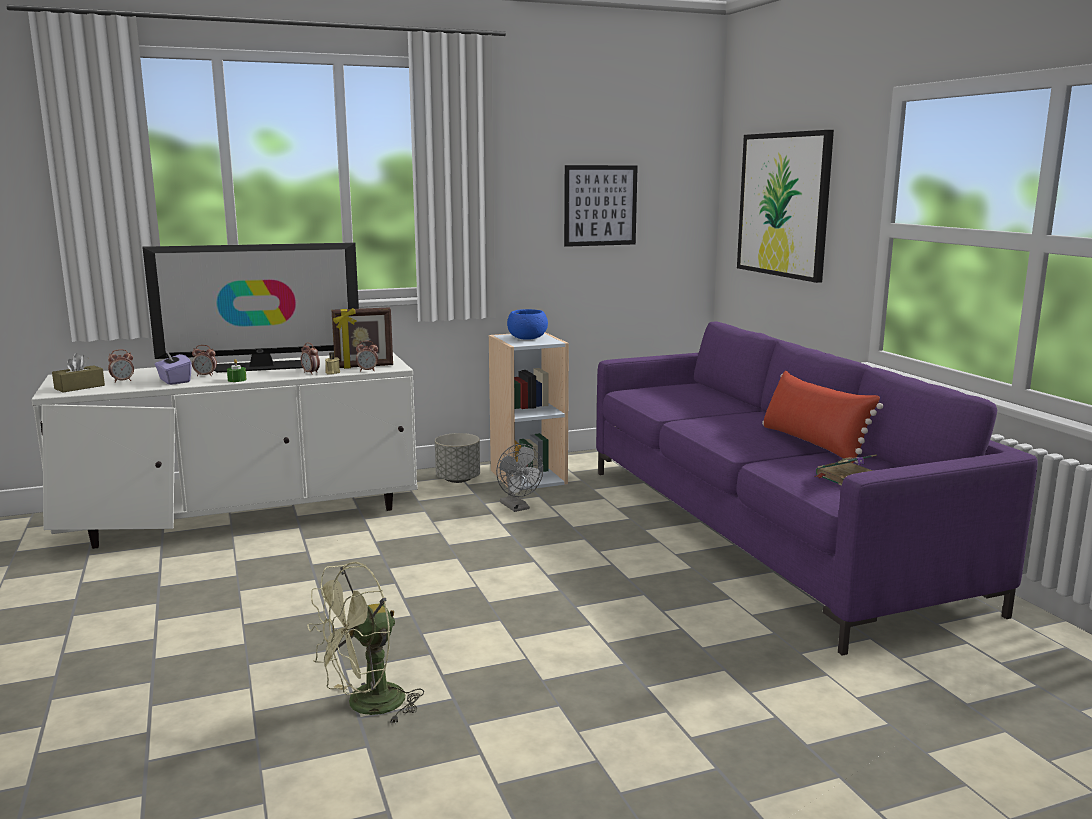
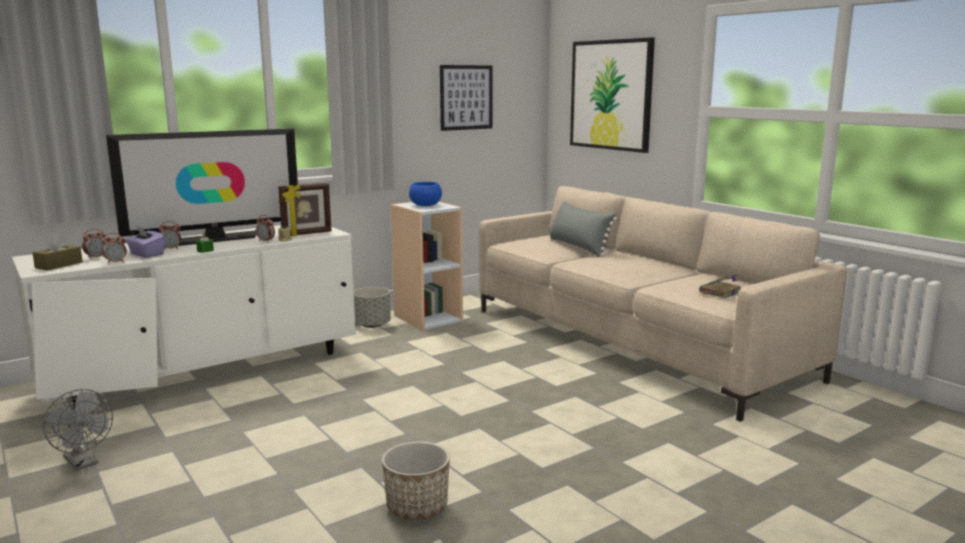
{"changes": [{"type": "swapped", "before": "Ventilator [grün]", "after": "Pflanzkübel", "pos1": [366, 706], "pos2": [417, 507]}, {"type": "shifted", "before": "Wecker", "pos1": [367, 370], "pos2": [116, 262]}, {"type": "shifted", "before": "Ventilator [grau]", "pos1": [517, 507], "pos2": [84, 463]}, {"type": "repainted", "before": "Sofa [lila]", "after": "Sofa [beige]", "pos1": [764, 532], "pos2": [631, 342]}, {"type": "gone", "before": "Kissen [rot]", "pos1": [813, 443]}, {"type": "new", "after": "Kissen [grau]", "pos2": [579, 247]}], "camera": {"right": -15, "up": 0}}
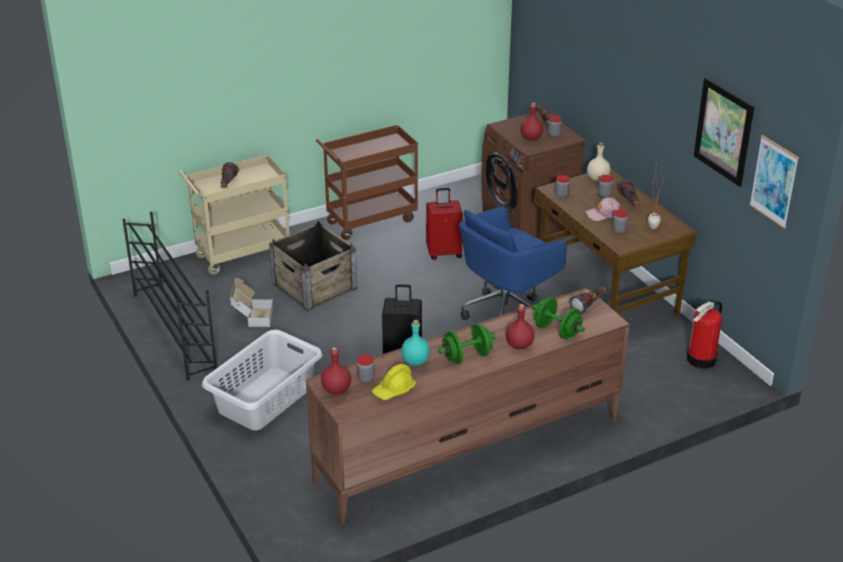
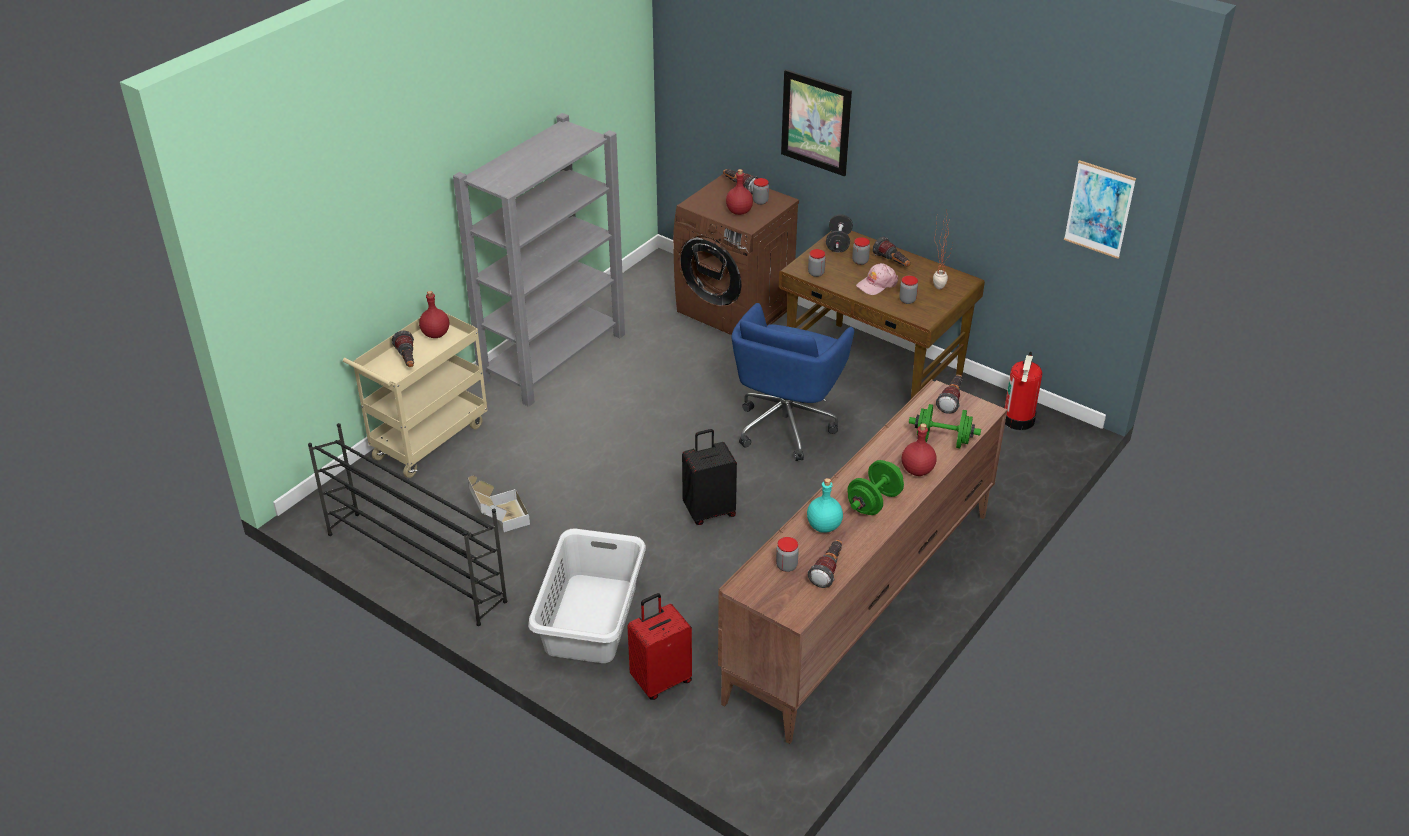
{"changes": [{"type": "gone", "before": "Kiste", "pos1": [314, 286]}, {"type": "swapped", "before": "Rollwagen [braun]", "after": "Bücherregal [grau]", "pos1": [369, 223], "pos2": [553, 357]}, {"type": "shifted", "before": "Flasche [rot]", "pos1": [336, 390], "pos2": [435, 334]}, {"type": "swapped", "before": "Schutzhelm [gelb]", "after": "Taschenlampe", "pos1": [394, 390], "pos2": [828, 570]}, {"type": "shifted", "before": "Koffer [rot]", "pos1": [444, 253], "pos2": [661, 680]}, {"type": "swapped", "before": "Flasche [beige]", "after": "Hantel [schwarz]", "pos1": [598, 179], "pos2": [838, 243]}, {"type": "shifted", "before": "Bild", "pos1": [723, 131], "pos2": [816, 122]}], "camera": {"right": -25, "up": 5}}
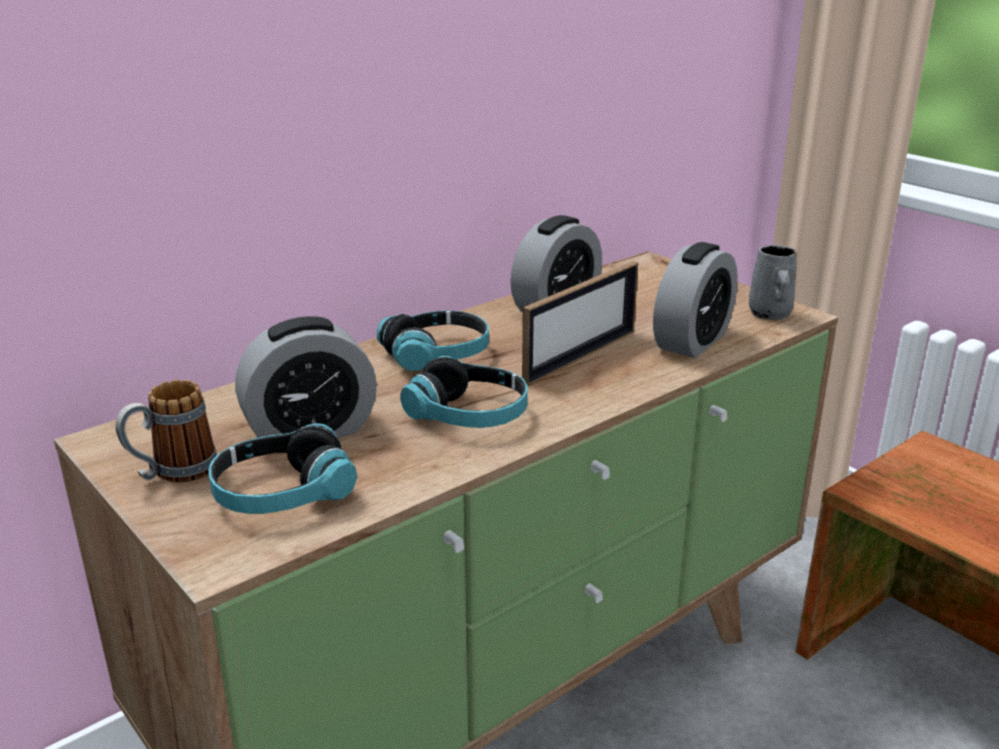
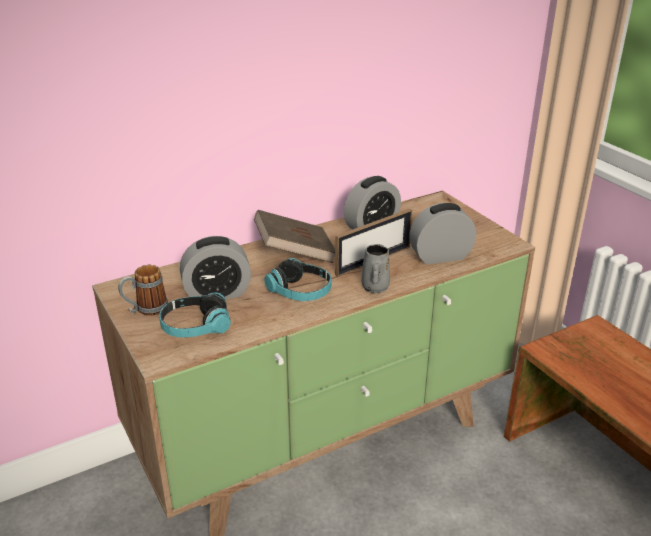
{"changes": [{"type": "swapped", "before": "Kopfhörer", "after": "Buch [braun]", "pos1": [437, 355], "pos2": [295, 253]}, {"type": "rotated", "before": "Wecker", "pos1": [692, 341], "pos2": [440, 256], "turn": -150}, {"type": "shifted", "before": "Henkelbecher [grau]", "pos1": [770, 314], "pos2": [375, 288]}], "camera": {"right": 10, "up": 5}}
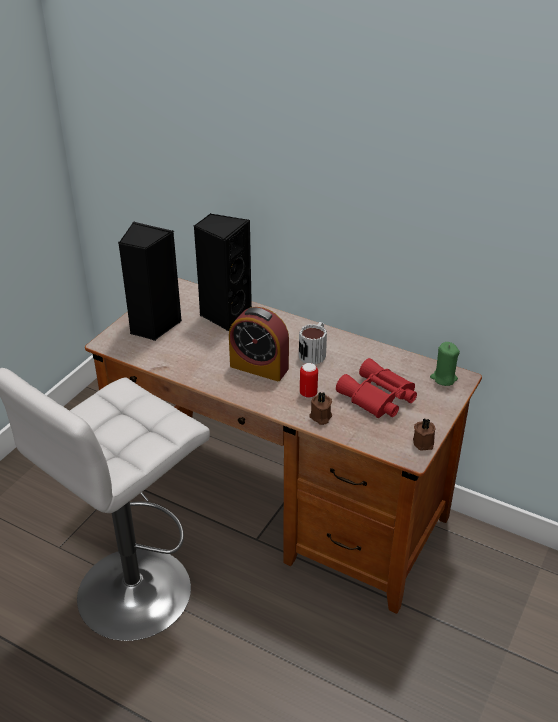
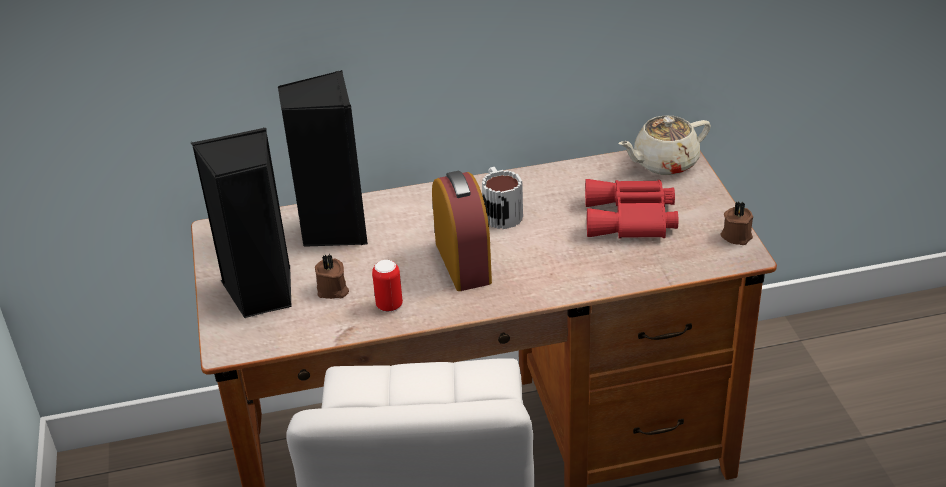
{"changes": [{"type": "rotated", "before": "Wecker", "pos1": [259, 367], "pos2": [463, 262], "turn": -90}, {"type": "shifted", "before": "Dose", "pos1": [308, 394], "pos2": [389, 305]}, {"type": "shifted", "before": "Kerze [braun]", "pos1": [320, 417], "pos2": [333, 290]}, {"type": "swapped", "before": "Kerze [grün]", "after": "Teekanne [beige]", "pos1": [443, 378], "pos2": [664, 163]}], "camera": {"right": -40, "up": 0}}
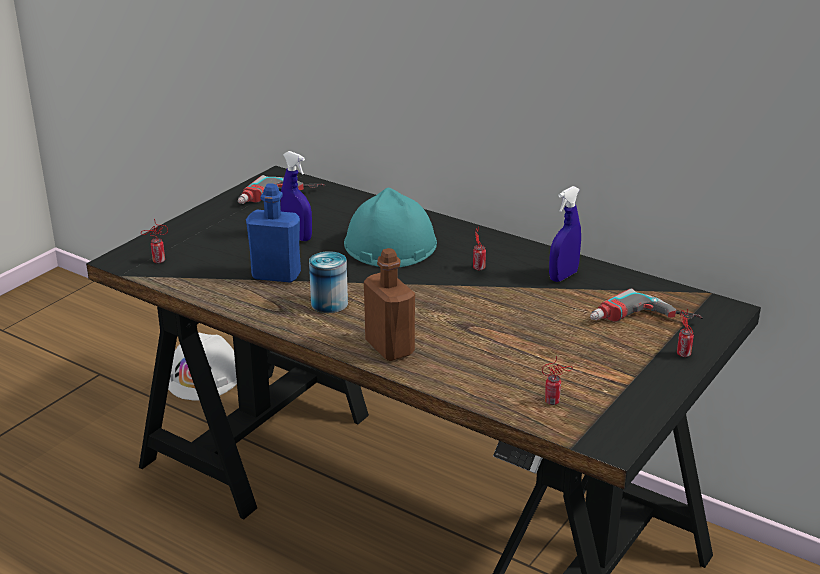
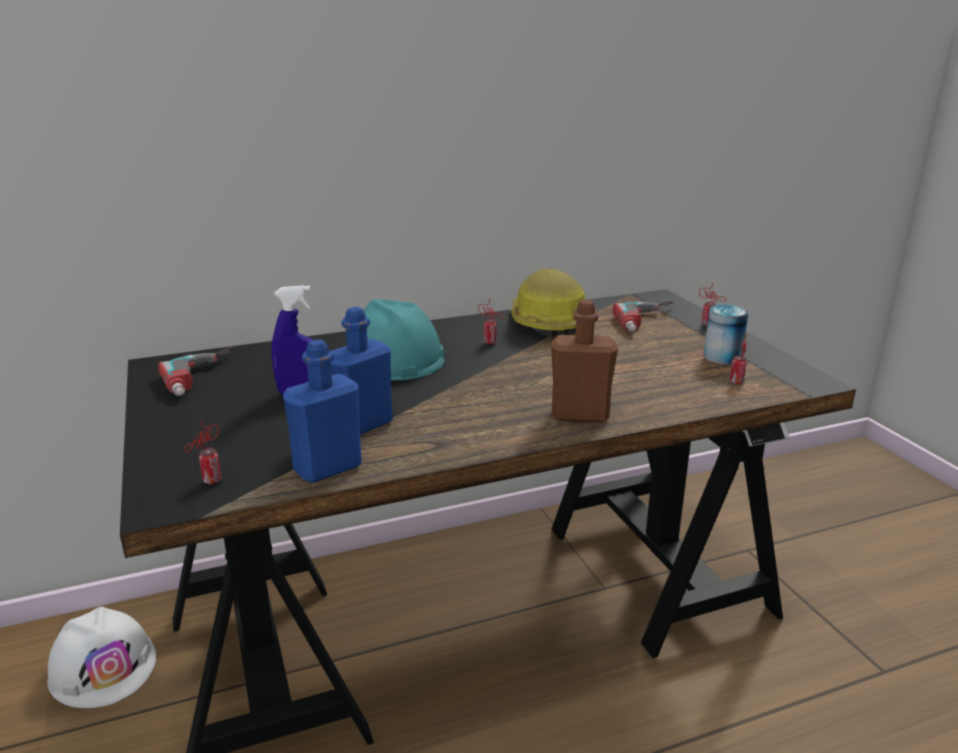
{"changes": [{"type": "shifted", "before": "Dose", "pos1": [329, 303], "pos2": [722, 357]}, {"type": "swapped", "before": "Sprühflasche [blau]", "after": "Schutzhelm", "pos1": [563, 276], "pos2": [547, 322]}, {"type": "new", "after": "Flasche [blau]", "pos2": [328, 468]}], "camera": {"right": -55, "up": -5}}
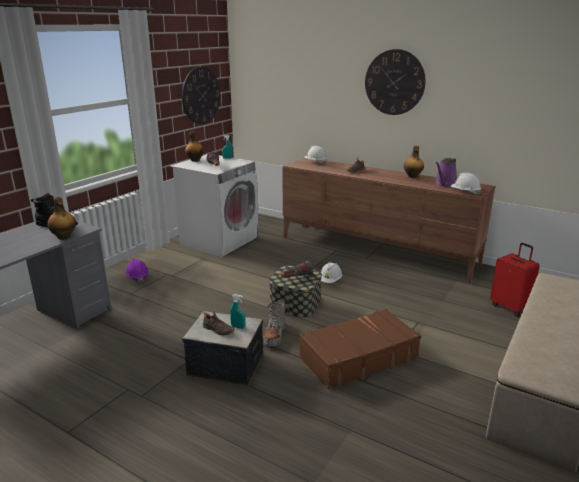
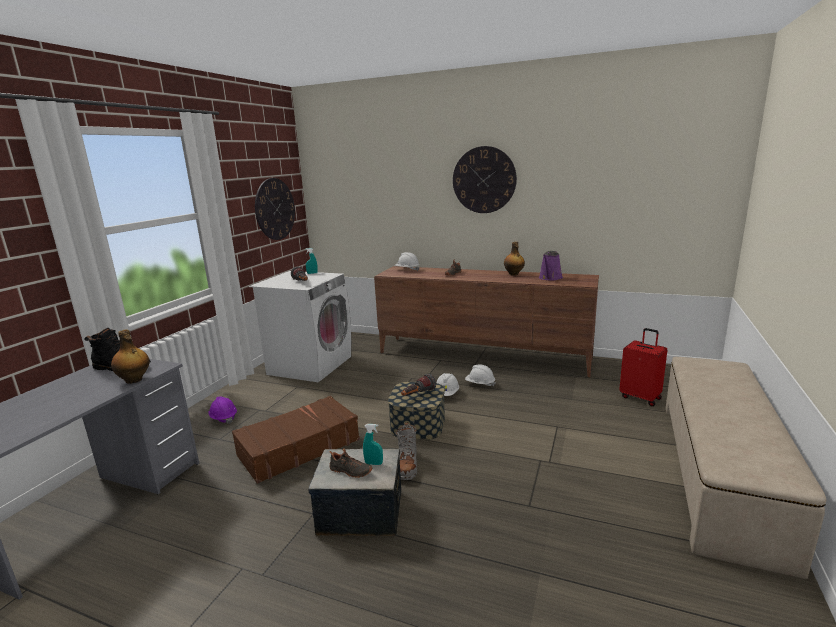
{"changes": [{"type": "gone", "before": "Flasche", "pos1": [195, 160]}, {"type": "shifted", "before": "Koffer [braun]", "pos1": [357, 357], "pos2": [298, 447]}, {"type": "shifted", "before": "Schutzhelm [weiß]", "pos1": [464, 192], "pos2": [480, 384]}], "camera": {"right": -10, "up": -5}}
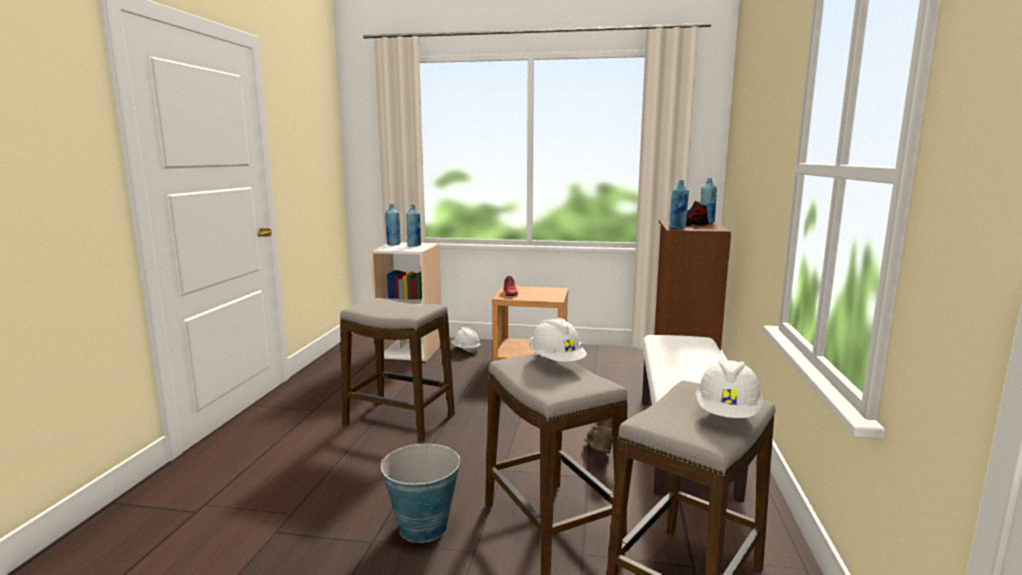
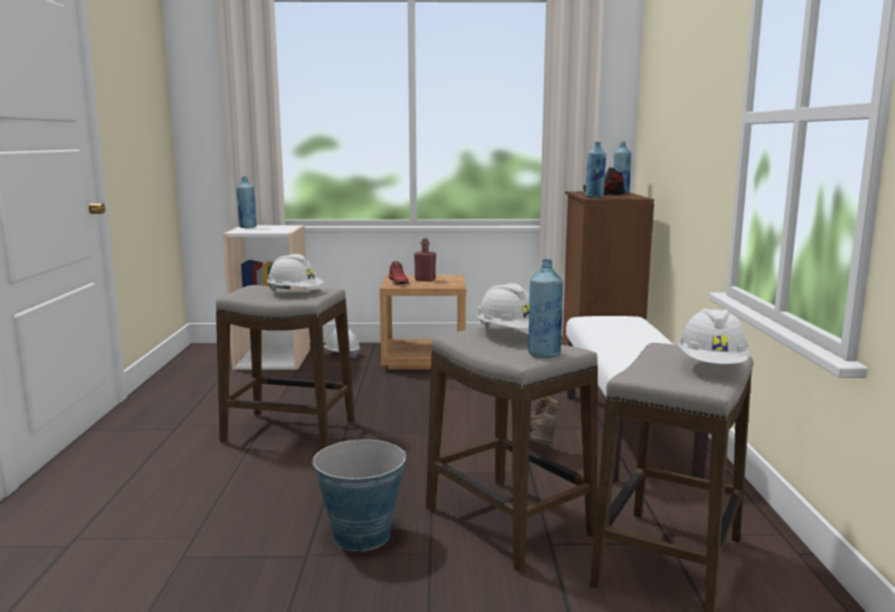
{"changes": [{"type": "shifted", "before": "Flasche [blau]", "pos1": [414, 246], "pos2": [544, 354]}, {"type": "new", "after": "Schutzhelm [weiß]", "pos2": [295, 293]}, {"type": "new", "after": "Flasche [rot]", "pos2": [425, 280]}], "camera": {"right": -10, "up": 0}}
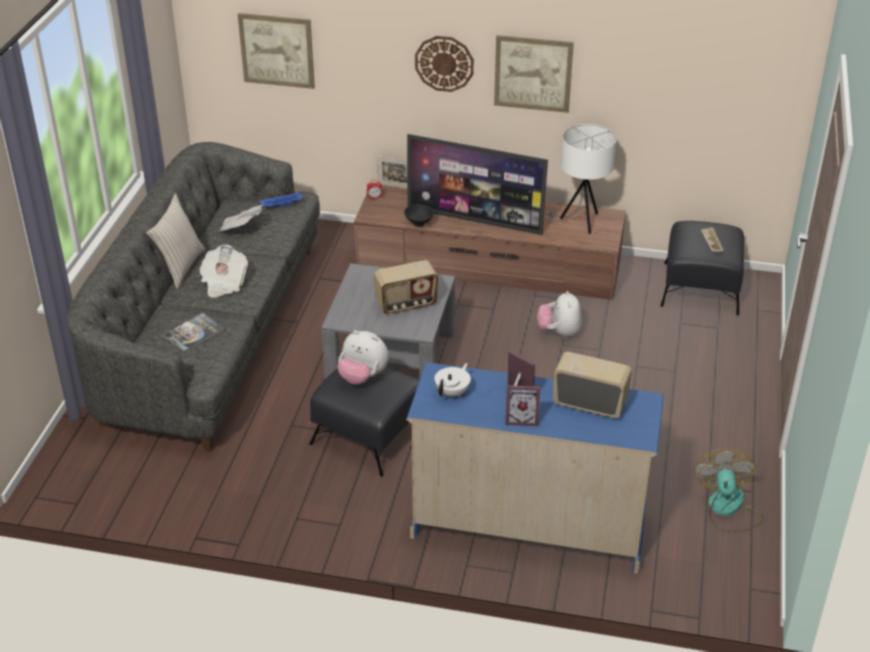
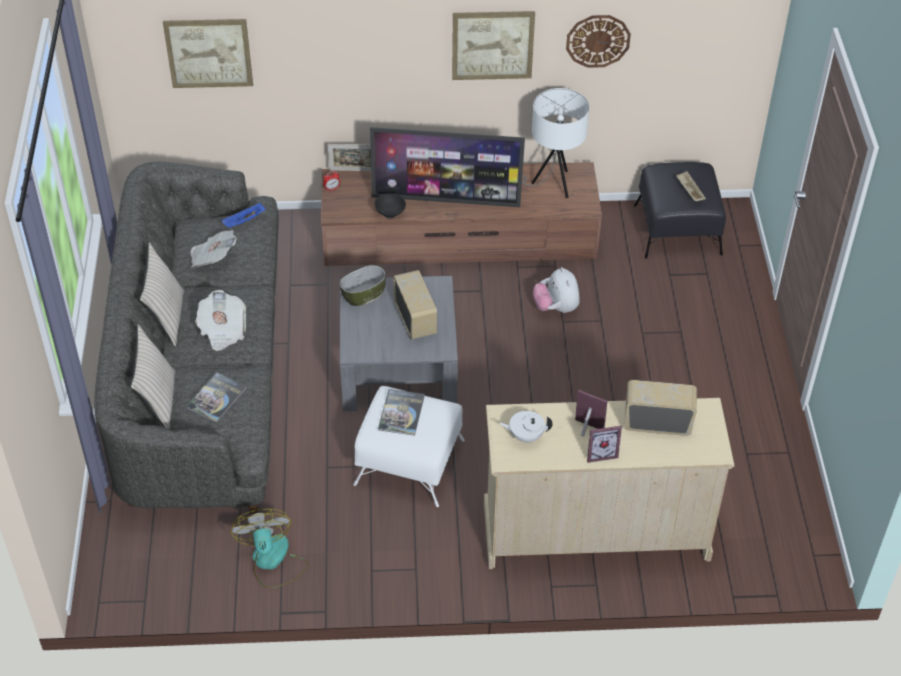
{"changes": [{"type": "repainted", "before": "Polsterhocker [schwarz]", "after": "Polsterhocker [weiß]", "pos1": [370, 435], "pos2": [410, 462]}, {"type": "swapped", "before": "Plüschtier", "after": "Buch", "pos1": [363, 377], "pos2": [401, 413]}, {"type": "rotated", "before": "Radio", "pos1": [406, 304], "pos2": [416, 319], "turn": -75}, {"type": "repainted", "before": "Schrank [blau]", "after": "Schrank [beige]", "pos1": [527, 524], "pos2": [594, 531]}, {"type": "shifted", "before": "Wanduhr", "pos1": [444, 63], "pos2": [598, 40]}, {"type": "rotated", "before": "Teekanne [weiß]", "pos1": [453, 392], "pos2": [525, 435], "turn": -105}, {"type": "shifted", "before": "Ventilator", "pos1": [727, 509], "pos2": [272, 561]}, {"type": "new", "after": "Kissen [beige]", "pos2": [158, 402]}, {"type": "new", "after": "Schüssel", "pos2": [363, 294]}], "camera": {"right": -15, "up": 10}}
